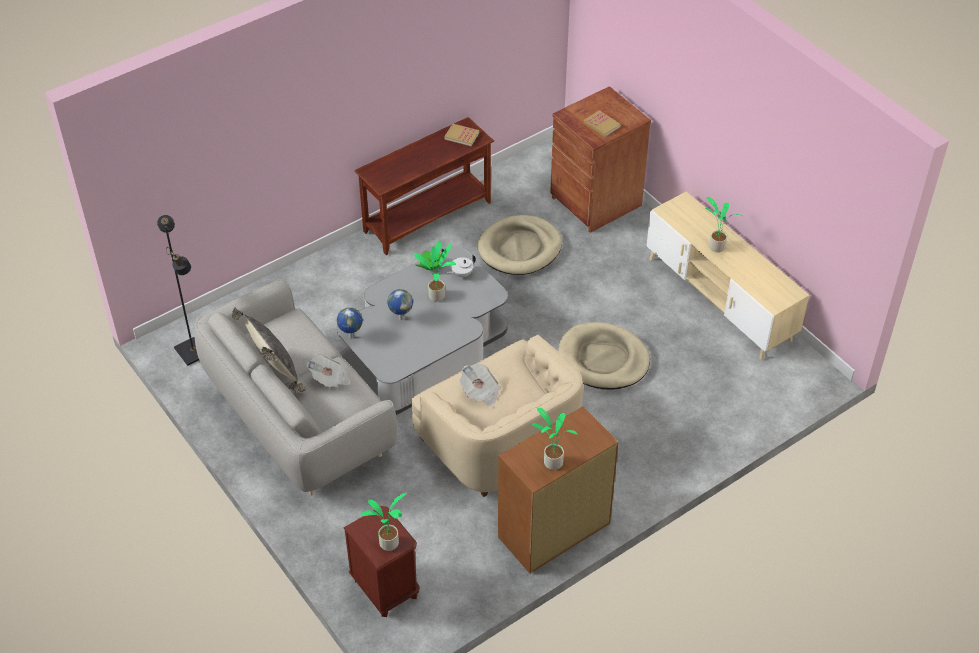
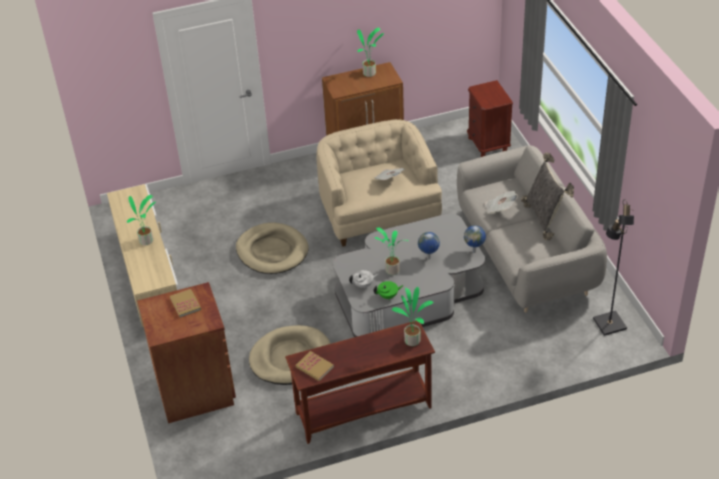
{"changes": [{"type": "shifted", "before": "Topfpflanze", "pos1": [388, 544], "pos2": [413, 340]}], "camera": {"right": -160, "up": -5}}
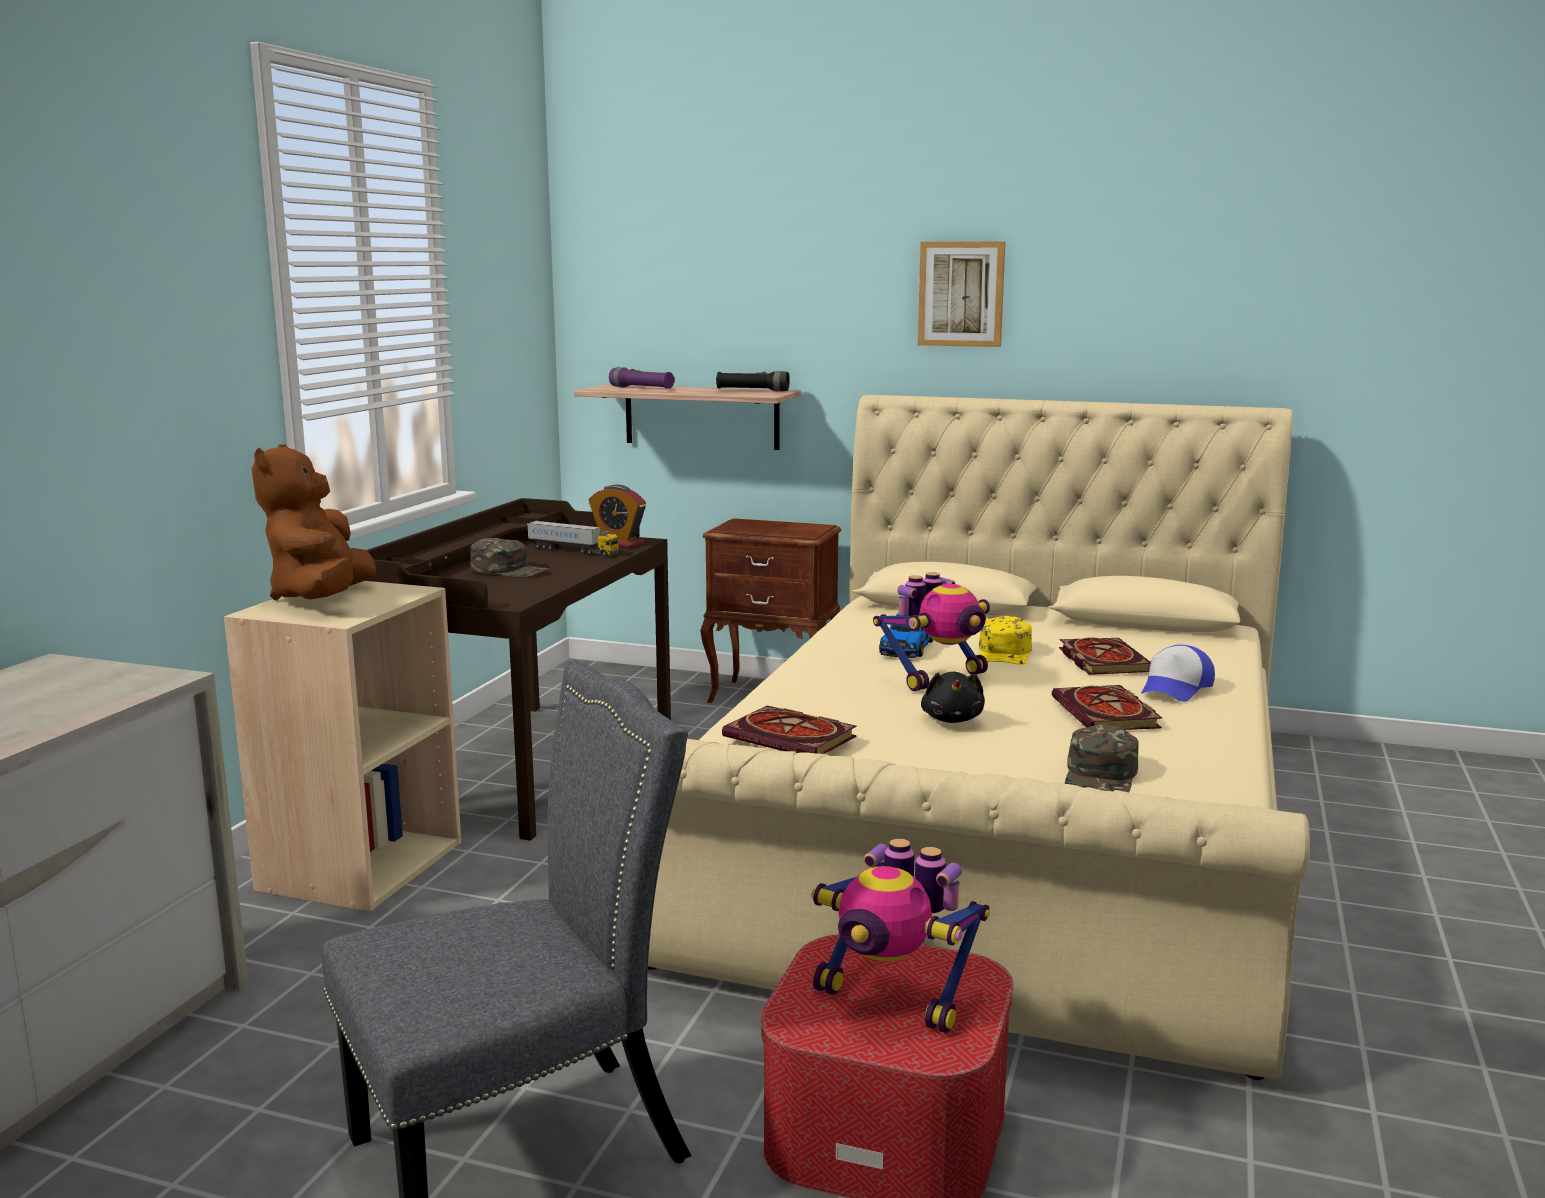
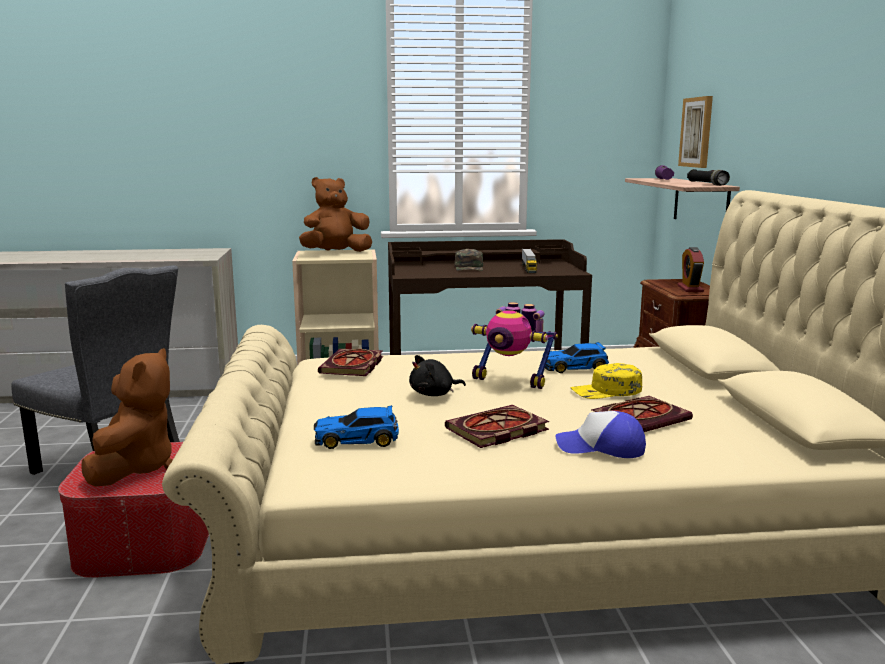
{"changes": [{"type": "shifted", "before": "Wecker", "pos1": [618, 544], "pos2": [690, 289]}, {"type": "swapped", "before": "Spielzeugroboter", "after": "Plüschtier [braun]", "pos1": [893, 999], "pos2": [134, 468]}, {"type": "shifted", "before": "Bild", "pos1": [961, 294], "pos2": [697, 132]}, {"type": "swapped", "before": "Kappe [grün]", "after": "Spielzeugauto", "pos1": [1101, 776], "pos2": [358, 440]}], "camera": {"right": 65, "up": 0}}
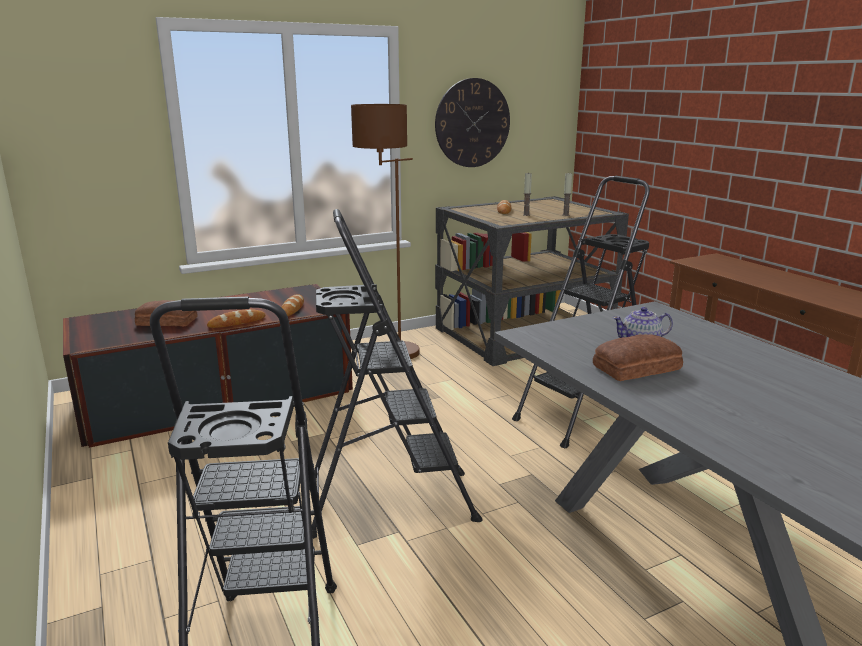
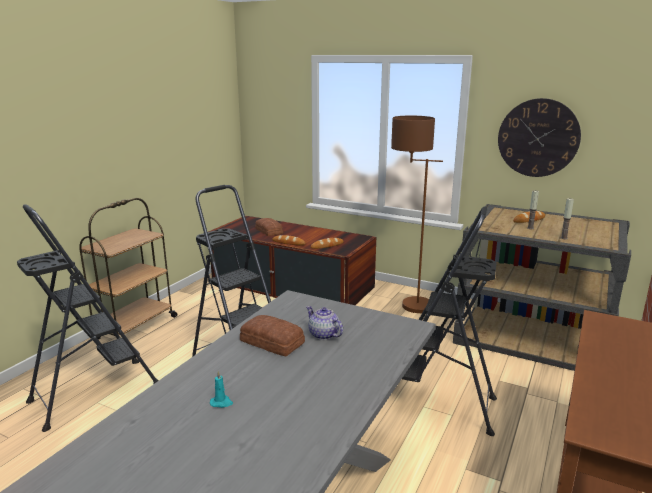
{"changes": [{"type": "new", "after": "Rollwagen [braun]", "pos2": [135, 328]}, {"type": "new", "after": "Kerze [türkis]", "pos2": [221, 403]}], "camera": {"right": 55, "up": 0}}
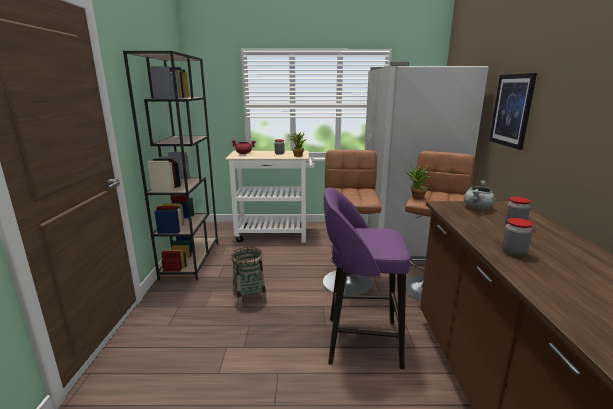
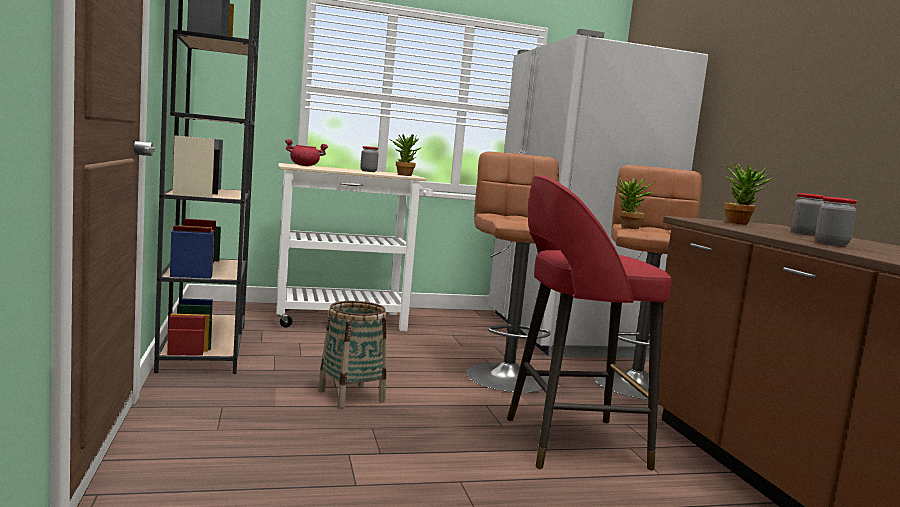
{"changes": [{"type": "repainted", "before": "Hocker [lila]", "after": "Hocker [rot]", "pos1": [360, 341], "pos2": [570, 443]}, {"type": "swapped", "before": "Kochtopf [grau]", "after": "Topfpflanze", "pos1": [478, 208], "pos2": [740, 223]}, {"type": "gone", "before": "Bild", "pos1": [512, 110]}], "camera": {"right": -15, "up": -10}}
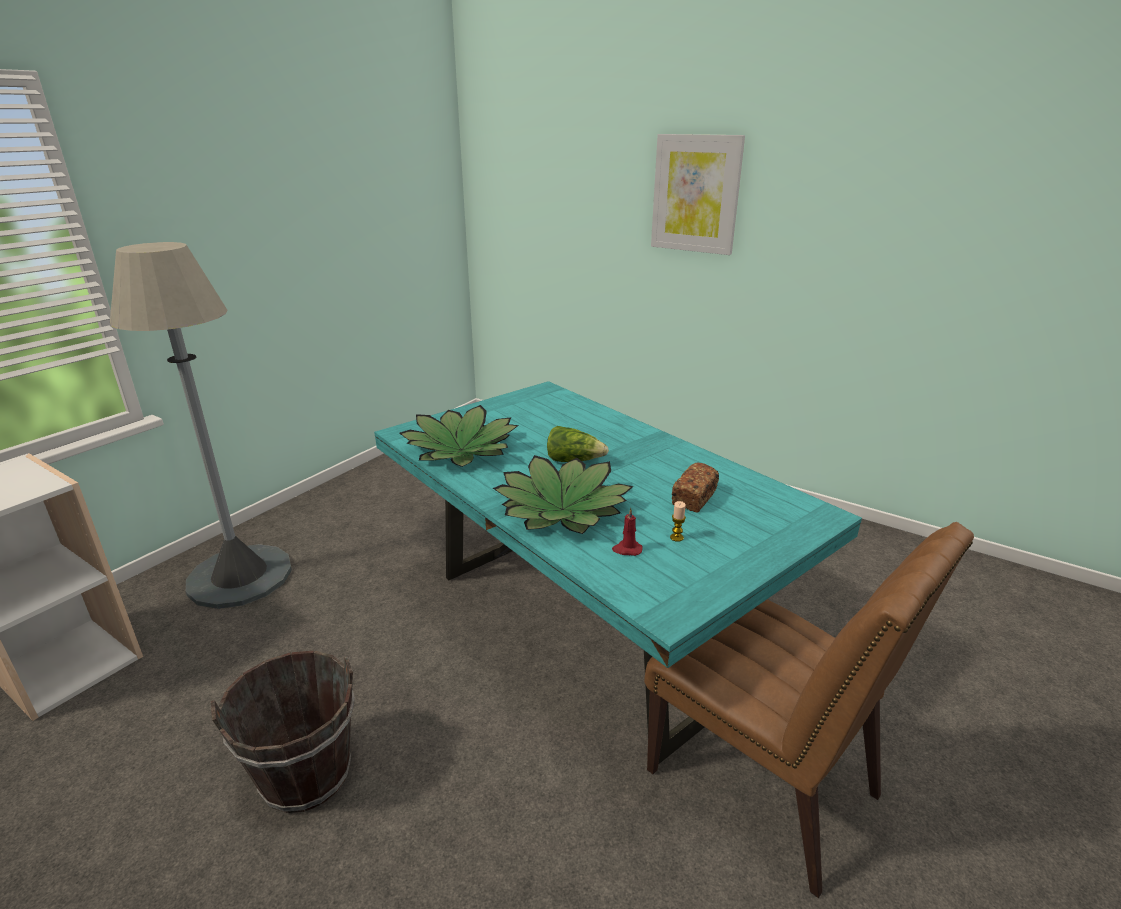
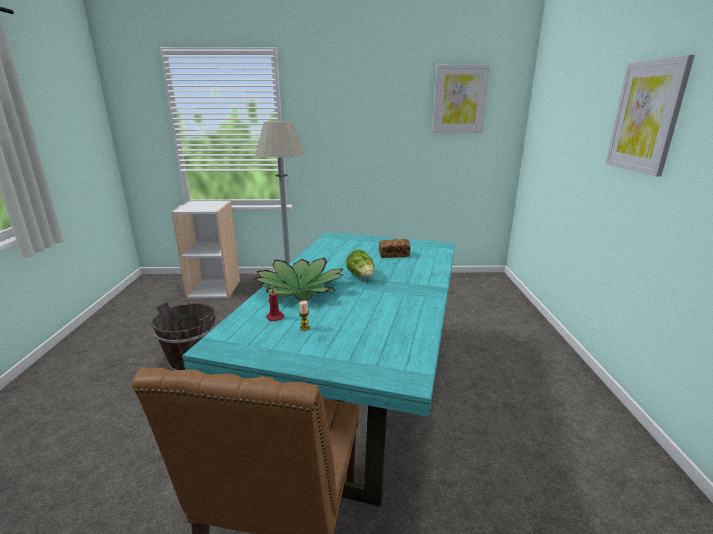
{"changes": [{"type": "gone", "before": "Topfpflanze", "pos1": [461, 450]}, {"type": "shifted", "before": "Brot", "pos1": [694, 498], "pos2": [394, 255]}, {"type": "new", "after": "Bild", "pos2": [459, 99]}], "camera": {"right": 55, "up": -5}}
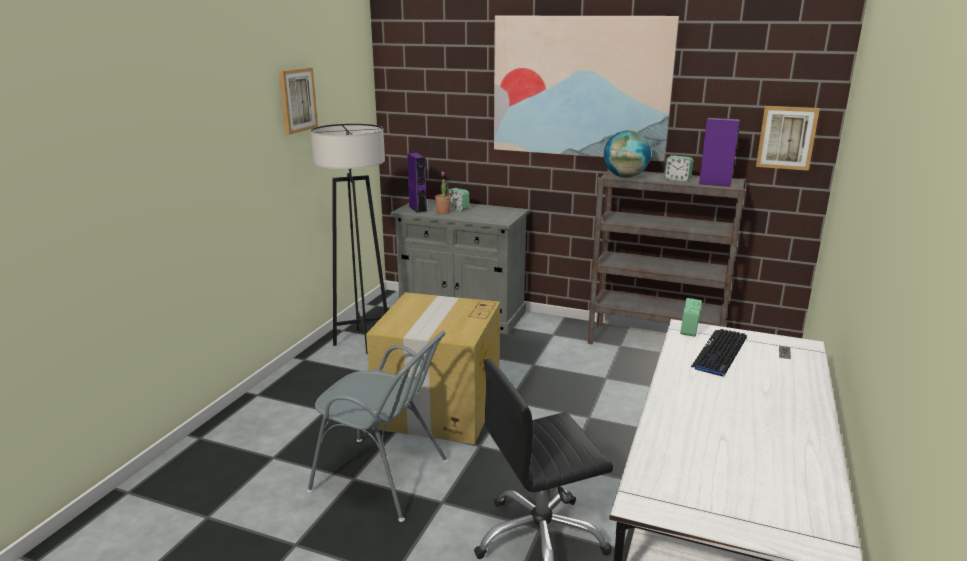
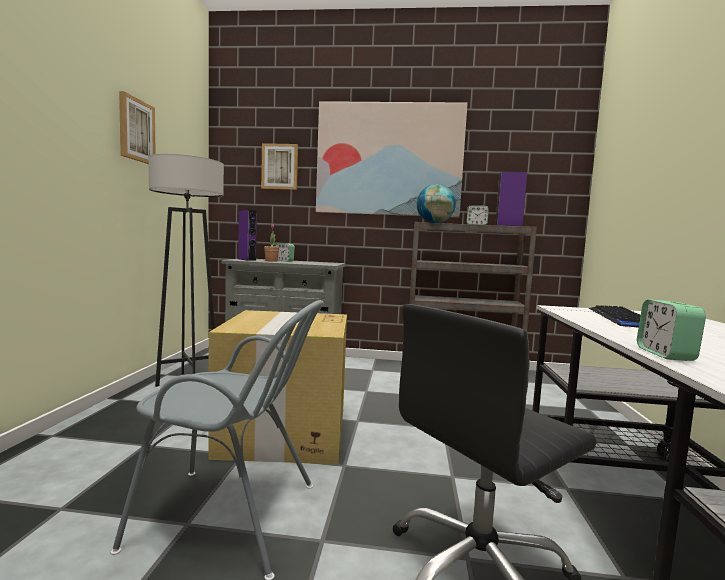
{"changes": [{"type": "shifted", "before": "Wecker", "pos1": [689, 330], "pos2": [665, 354]}, {"type": "shifted", "before": "Bild", "pos1": [786, 137], "pos2": [280, 167]}], "camera": {"right": -15, "up": -15}}
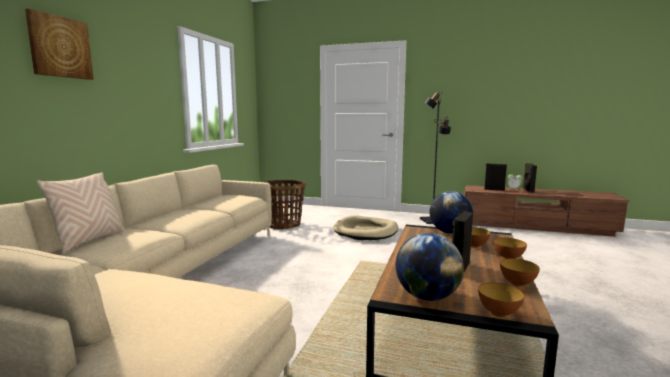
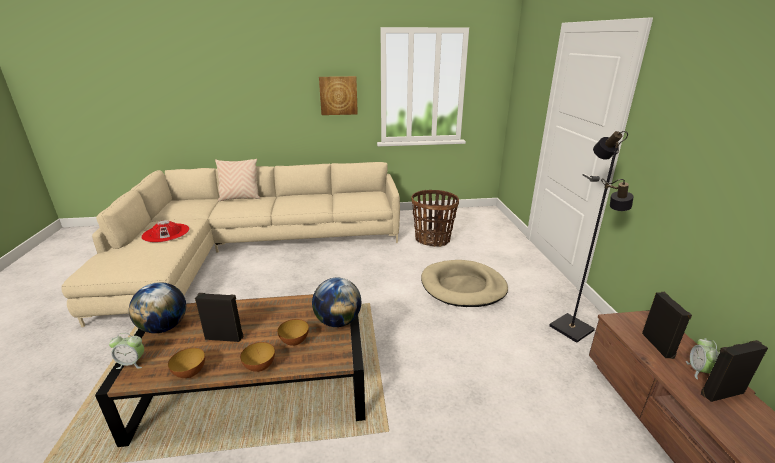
{"changes": [{"type": "shifted", "before": "Bild", "pos1": [60, 47], "pos2": [338, 95]}, {"type": "swapped", "before": "Schüssel", "after": "Wecker", "pos1": [498, 313], "pos2": [132, 363]}, {"type": "new", "after": "Hut [rot]", "pos2": [166, 233]}], "camera": {"right": 65, "up": 15}}
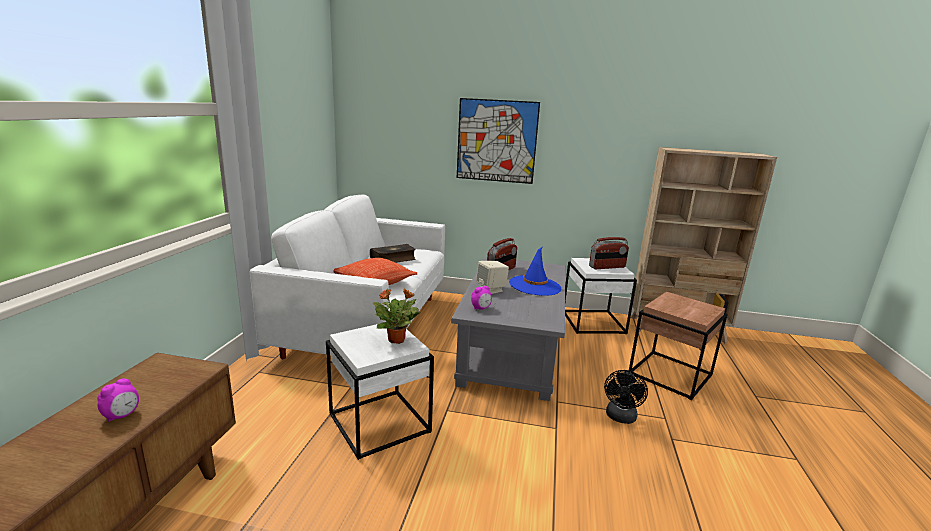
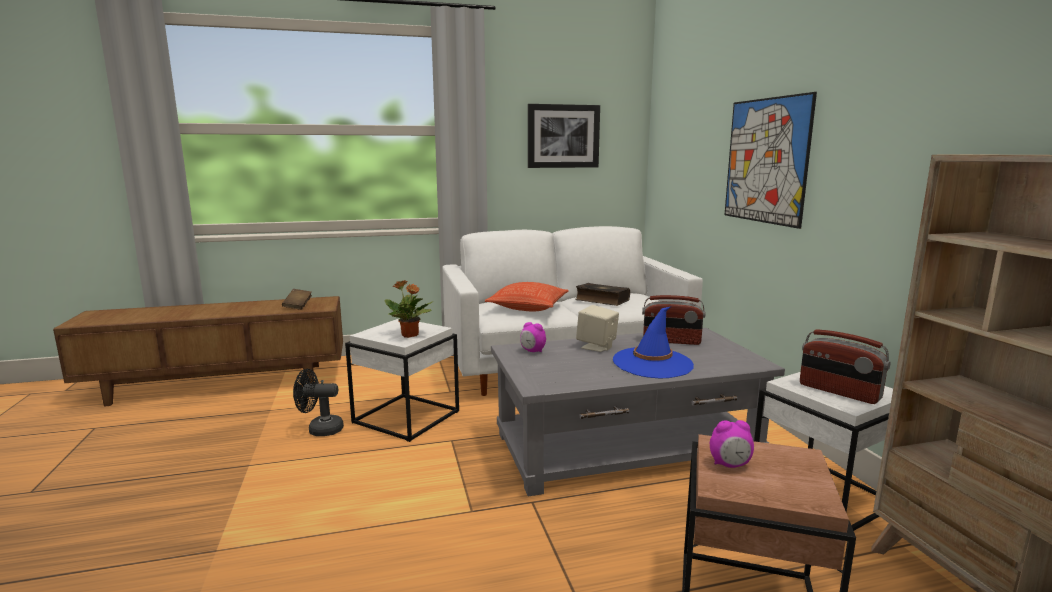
{"changes": [{"type": "shifted", "before": "Wecker", "pos1": [122, 415], "pos2": [730, 465]}, {"type": "shifted", "before": "Ventilator [schwarz]", "pos1": [620, 418], "pos2": [320, 429]}, {"type": "new", "after": "Buch [braun]", "pos2": [298, 306]}, {"type": "new", "after": "Bild", "pos2": [563, 136]}], "camera": {"right": 65, "up": -5}}
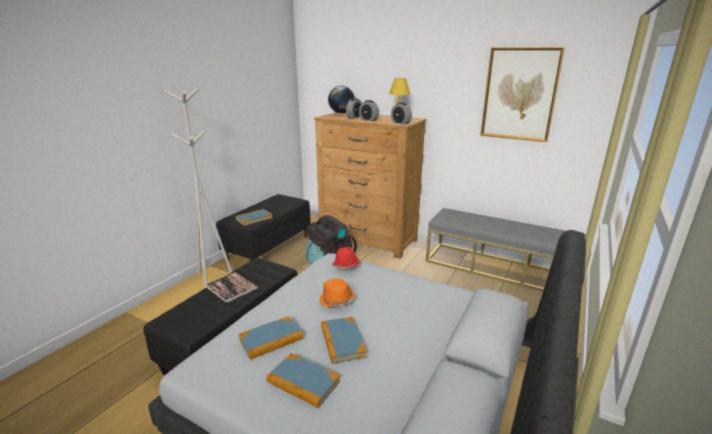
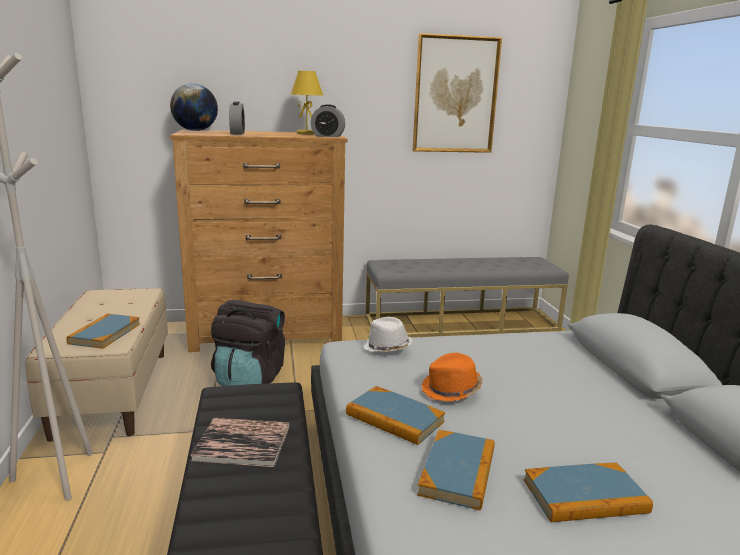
{"changes": [{"type": "repainted", "before": "Bank [schwarz]", "after": "Bank [beige]", "pos1": [268, 248], "pos2": [113, 392]}, {"type": "shifted", "before": "Buch", "pos1": [342, 341], "pos2": [394, 418]}, {"type": "repainted", "before": "Hut [rot]", "after": "Hut [weiß]", "pos1": [346, 266], "pos2": [387, 348]}, {"type": "gone", "before": "Wecker", "pos1": [368, 120]}], "camera": {"right": -40, "up": -5}}
